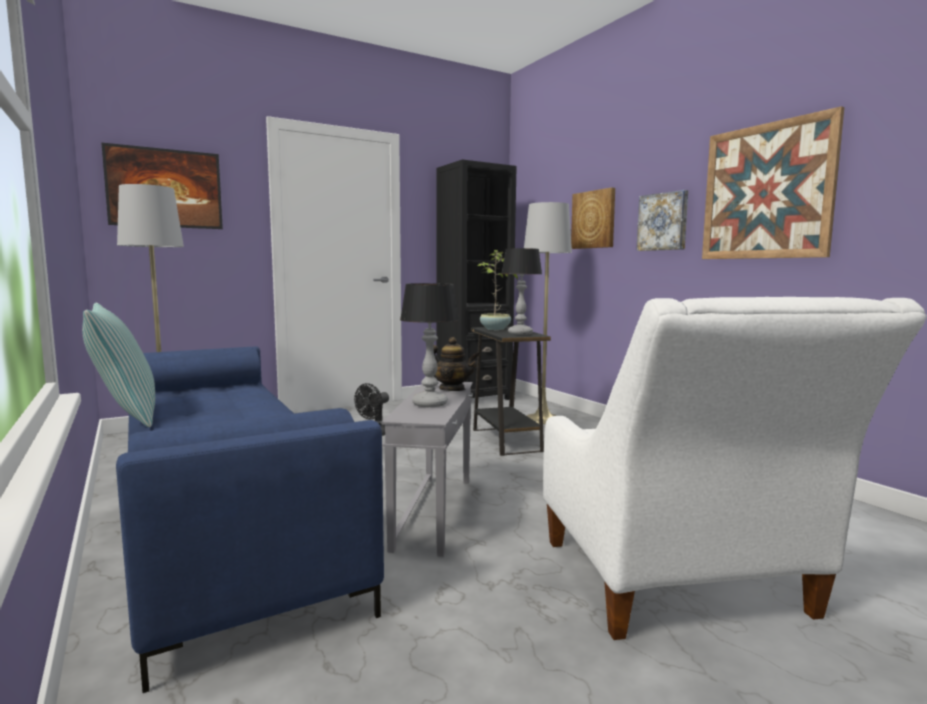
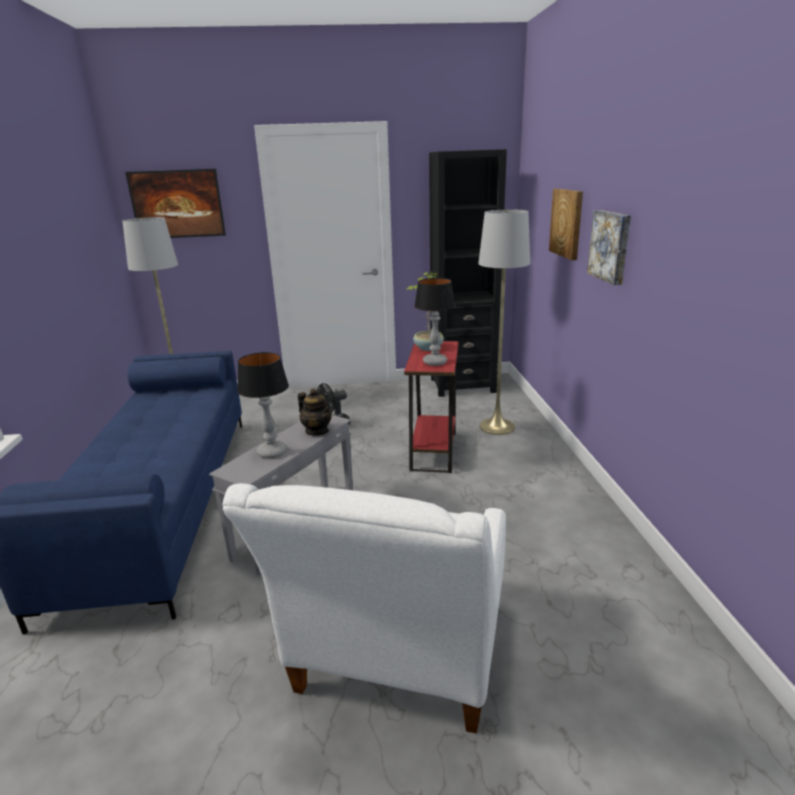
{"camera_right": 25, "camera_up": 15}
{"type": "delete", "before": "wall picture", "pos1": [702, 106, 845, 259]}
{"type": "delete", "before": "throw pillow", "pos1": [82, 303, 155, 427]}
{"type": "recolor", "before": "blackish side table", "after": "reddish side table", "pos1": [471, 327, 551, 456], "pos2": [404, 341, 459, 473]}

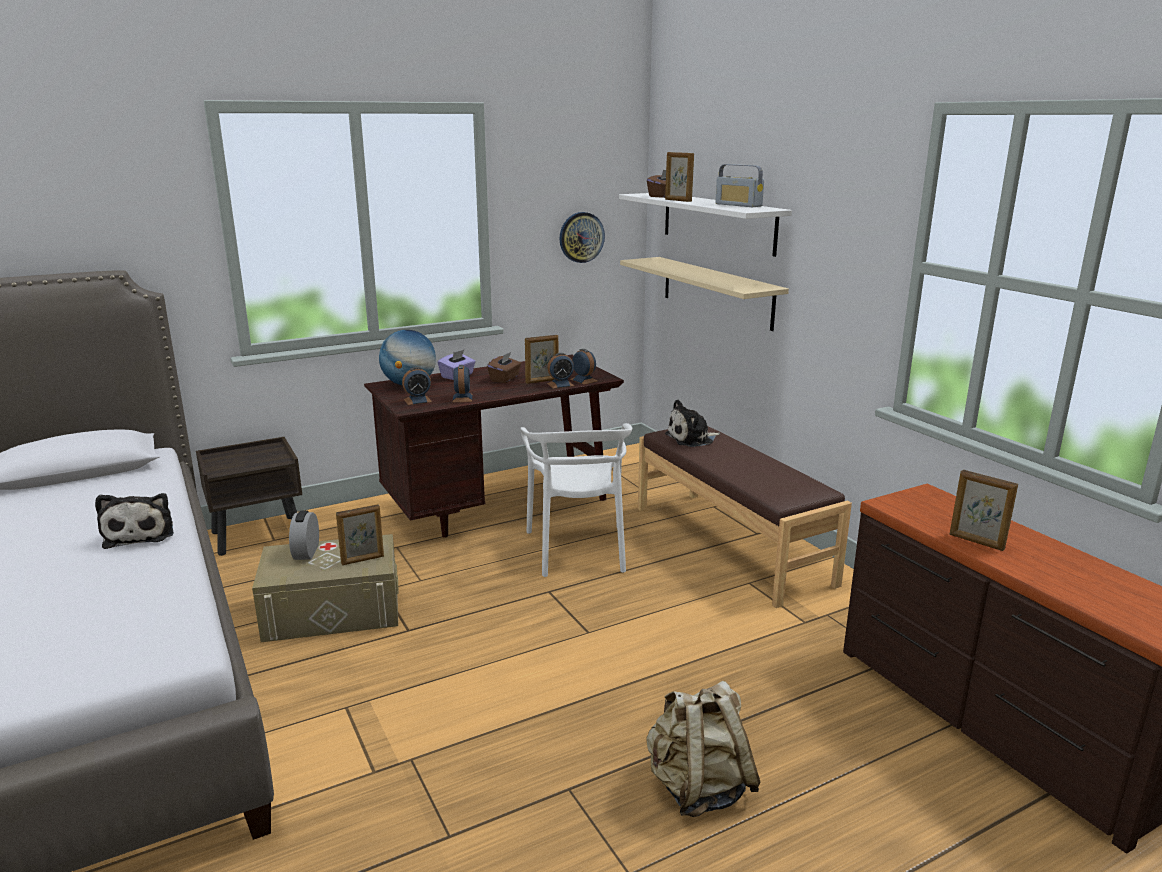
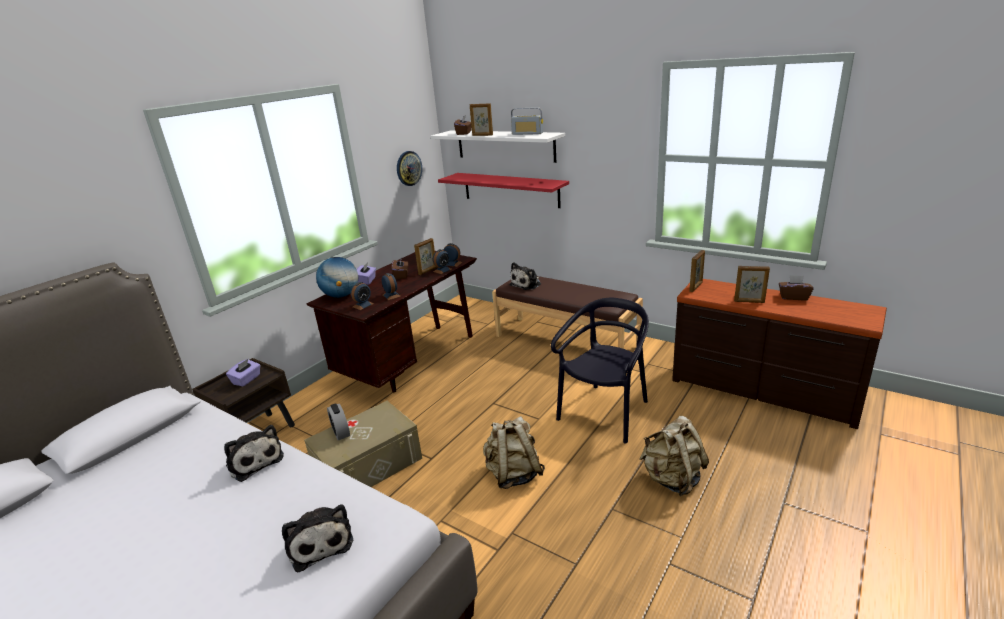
{"camera_right": -25, "camera_up": 5}
{"type": "recolor", "before": "sand-coloured shelf", "after": "reddish shelf", "pos1": [620, 257, 789, 331], "pos2": [438, 173, 569, 208]}
{"type": "delete", "before": "white plain chair", "pos1": [520, 423, 632, 577]}
{"type": "move", "before": "picture frame", "pos1": [336, 504, 384, 565], "pos2": [689, 250, 705, 292]}
{"type": "insert", "after": "brownish tissue holder", "pos2": [779, 275, 814, 300]}
{"type": "insert", "after": "blackish plain chair", "pos2": [551, 298, 649, 443]}
{"type": "insert", "after": "purple-coloured tissue holder", "pos2": [226, 359, 261, 386]}
{"type": "insert", "after": "sand-coloured knapsack", "pos2": [483, 416, 545, 489]}
{"type": "insert", "after": "cuddly toy", "pos2": [282, 504, 353, 572]}

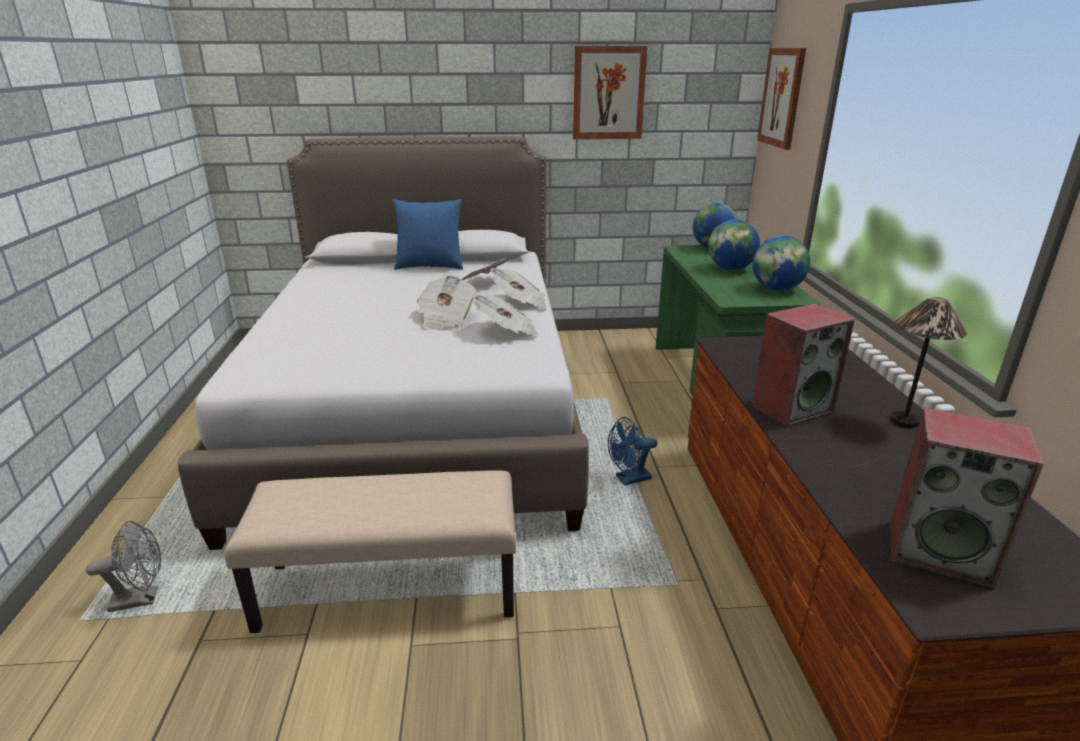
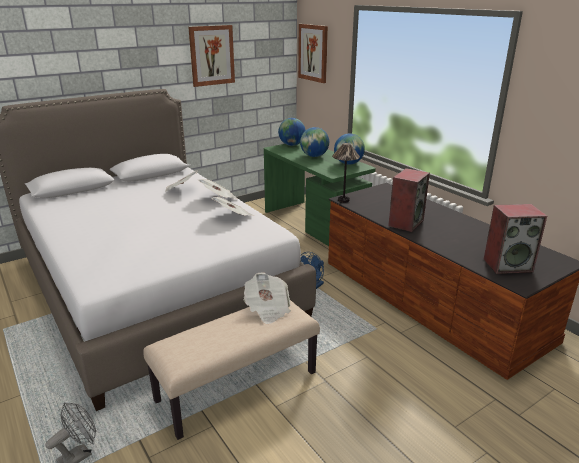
{"camera_right": -30, "camera_up": 0}
{"type": "delete", "before": "blue-coloured throw pillow", "pos1": [392, 199, 463, 270]}
{"type": "move", "before": "daily paper", "pos1": [417, 275, 477, 330], "pos2": [244, 272, 291, 324]}
{"type": "move", "before": "table lamp", "pos1": [891, 297, 967, 428], "pos2": [332, 143, 360, 202]}

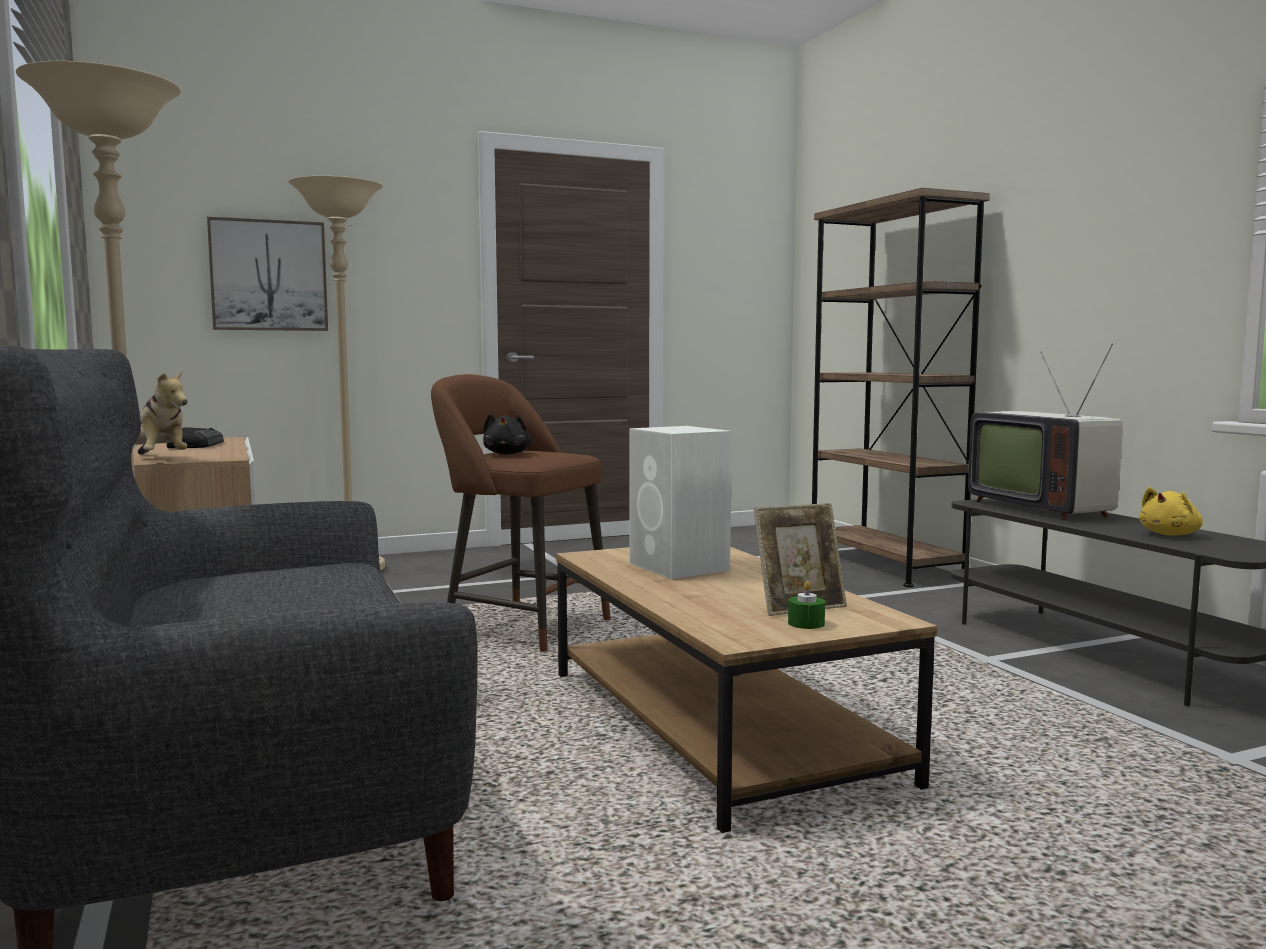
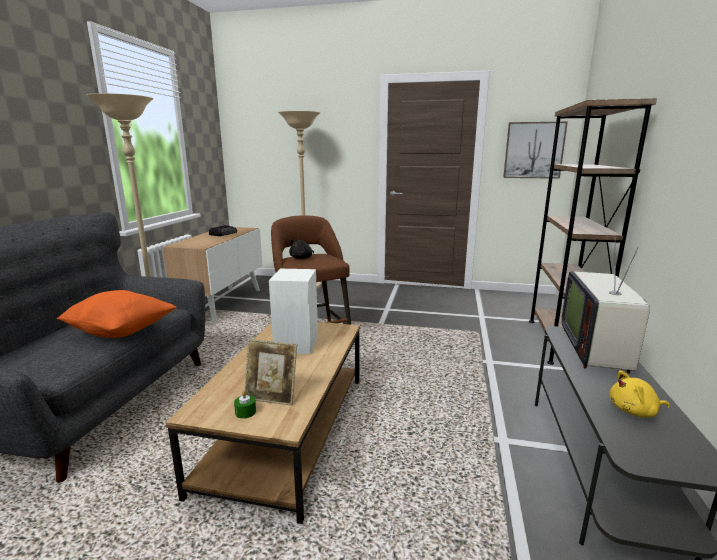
{"camera_right": 35, "camera_up": 10}
{"type": "move", "before": "wall picture", "pos1": [207, 217, 328, 331], "pos2": [503, 122, 568, 179]}
{"type": "delete", "before": "cuddly toy", "pos1": [135, 371, 188, 455]}
{"type": "insert", "after": "orange-coloured throw pillow", "pos2": [57, 290, 177, 338]}

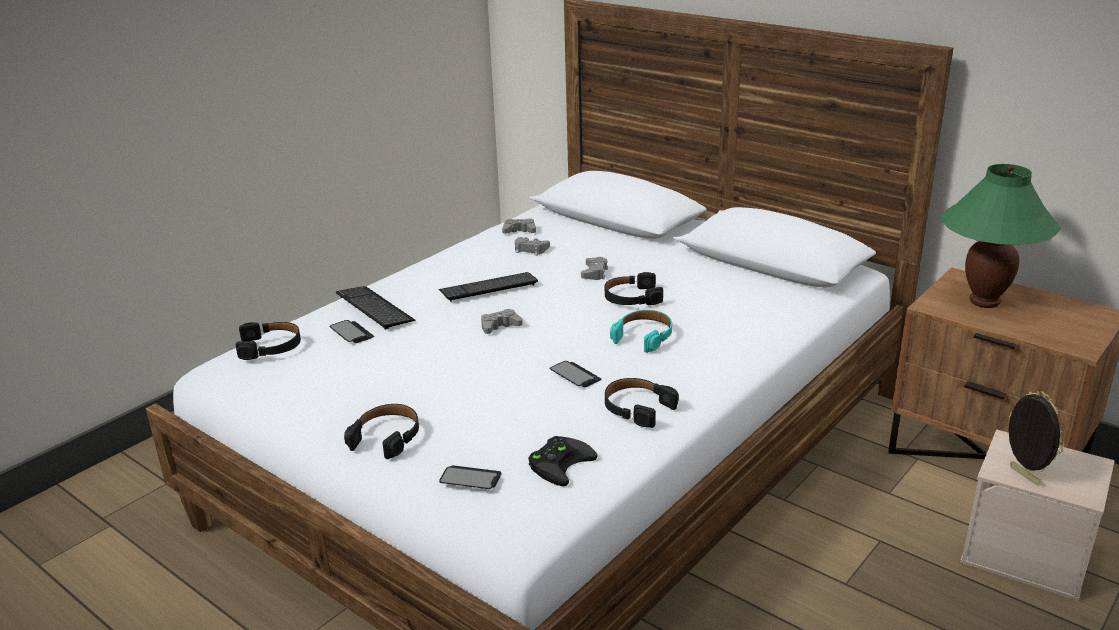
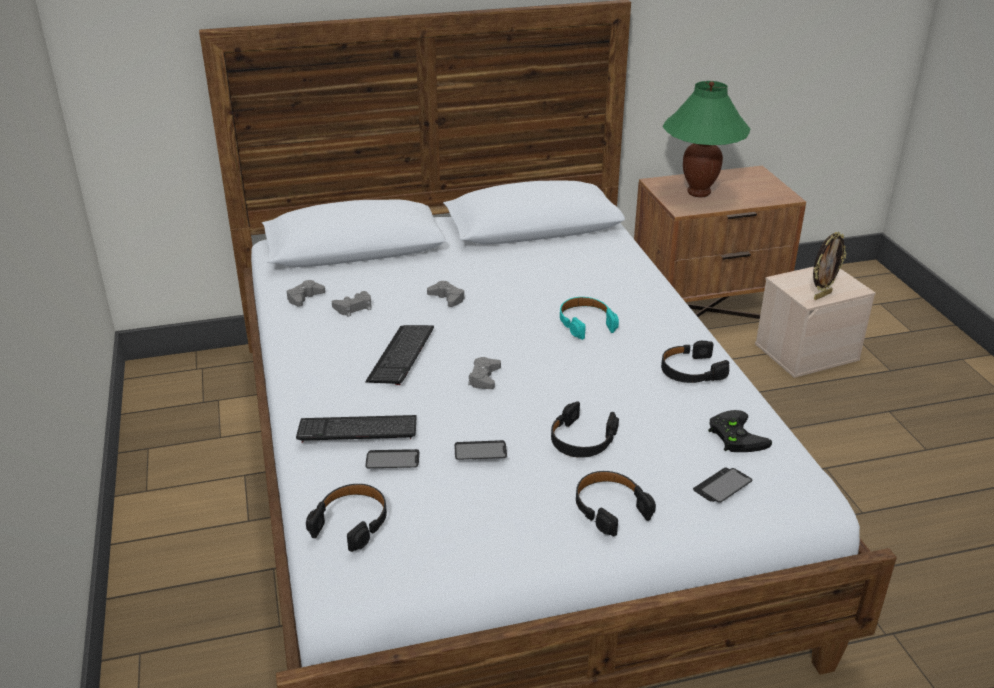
{"camera_right": -55, "camera_up": 5}
{"type": "move", "before": "blackish pair of headphones", "pos1": [605, 272, 663, 305], "pos2": [551, 401, 619, 458]}
{"type": "move", "before": "telephone", "pos1": [550, 361, 601, 387], "pos2": [454, 440, 507, 460]}
{"type": "rotate", "before": "picture frame", "pos1": [1009, 391, 1065, 486], "pos2": [813, 232, 846, 300], "turn": 135}

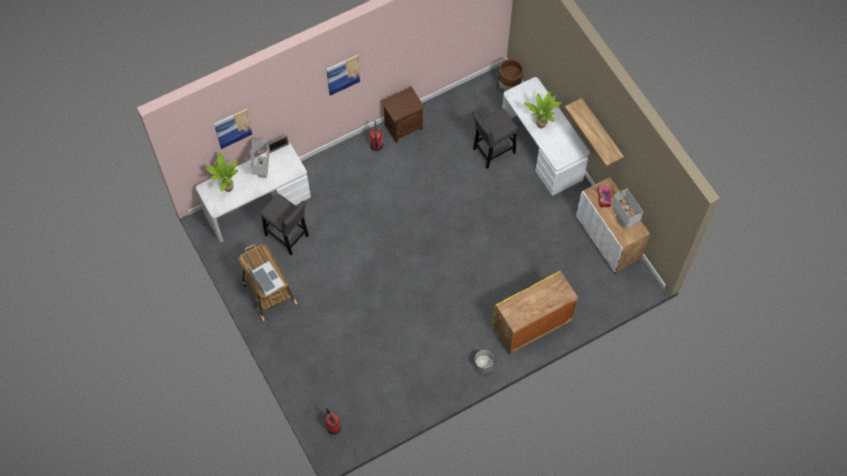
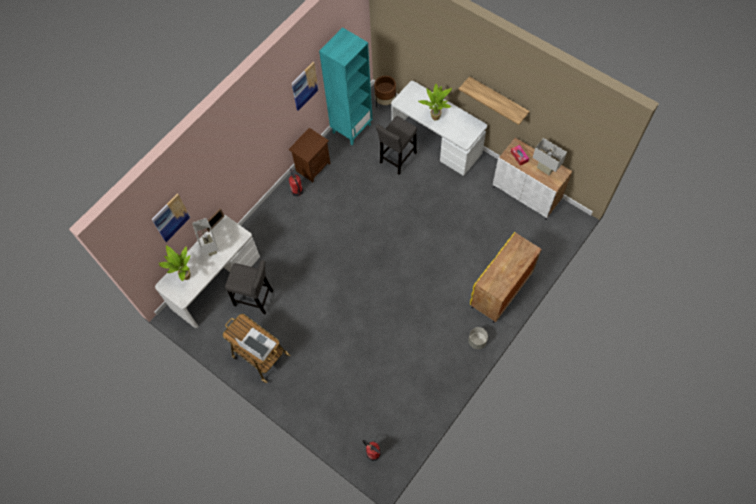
{"camera_right": -20, "camera_up": 0}
{"type": "move", "before": "wall picture", "pos1": [326, 54, 361, 96], "pos2": [291, 62, 319, 111]}
{"type": "insert", "after": "turquoise-coloured bookcase", "pos2": [319, 27, 372, 145]}

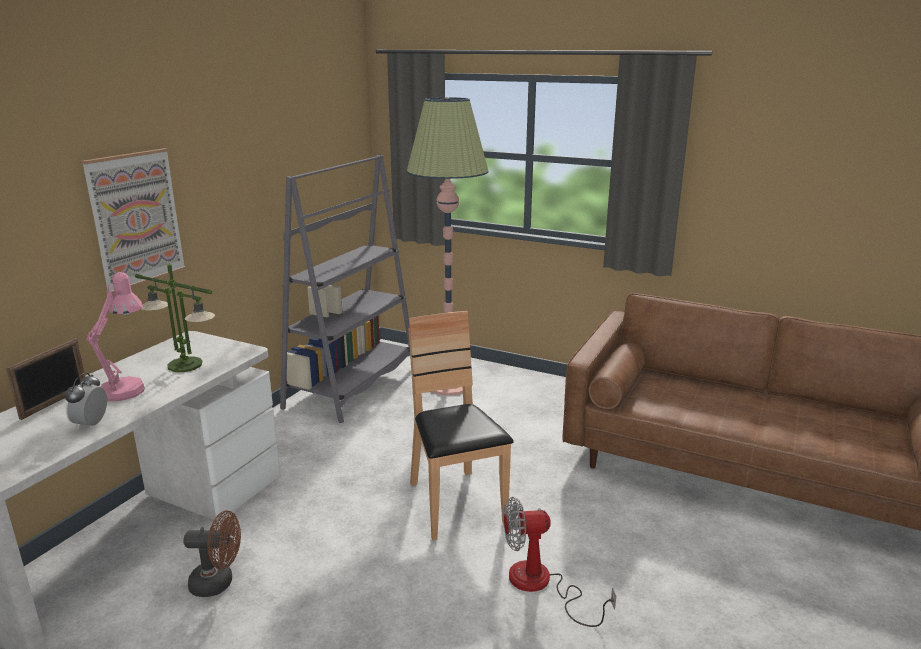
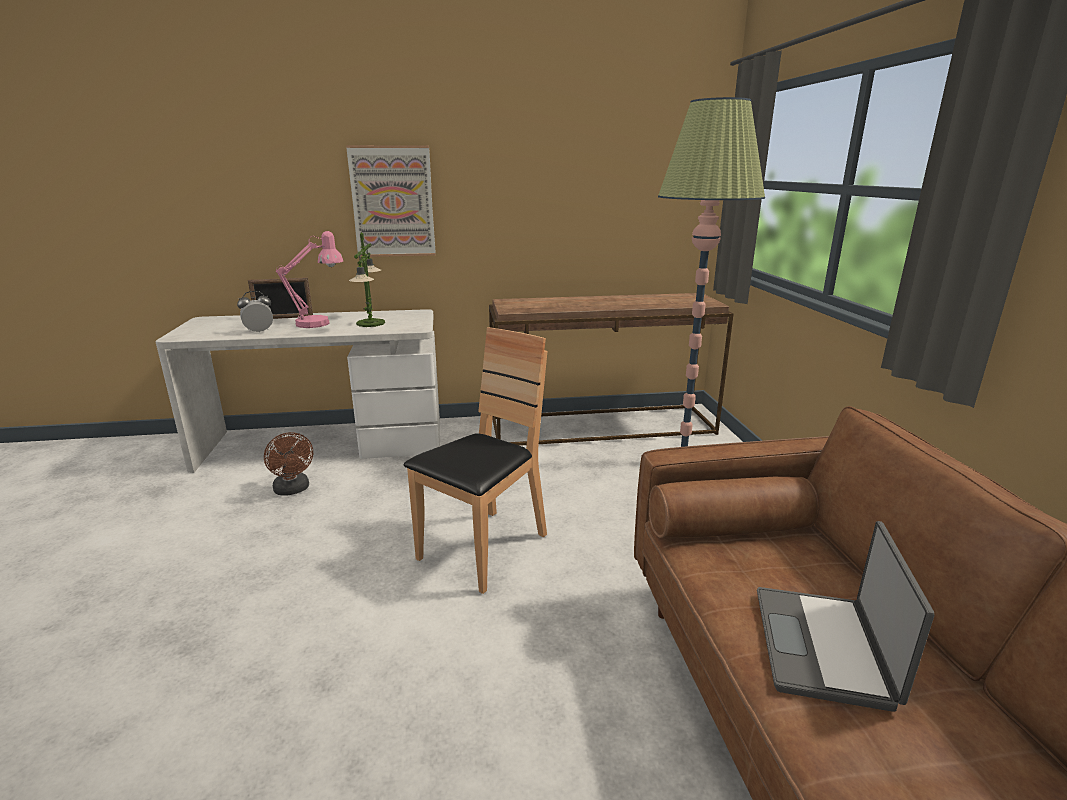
{"camera_right": 55, "camera_up": 0}
{"type": "replace", "before": "gray bookcase", "after": "brownish console table", "pos1": [279, 155, 410, 423], "pos2": [489, 293, 734, 446]}
{"type": "delete", "before": "electric fan", "pos1": [504, 497, 616, 627]}
{"type": "insert", "after": "notebook computer", "pos2": [757, 521, 934, 712]}

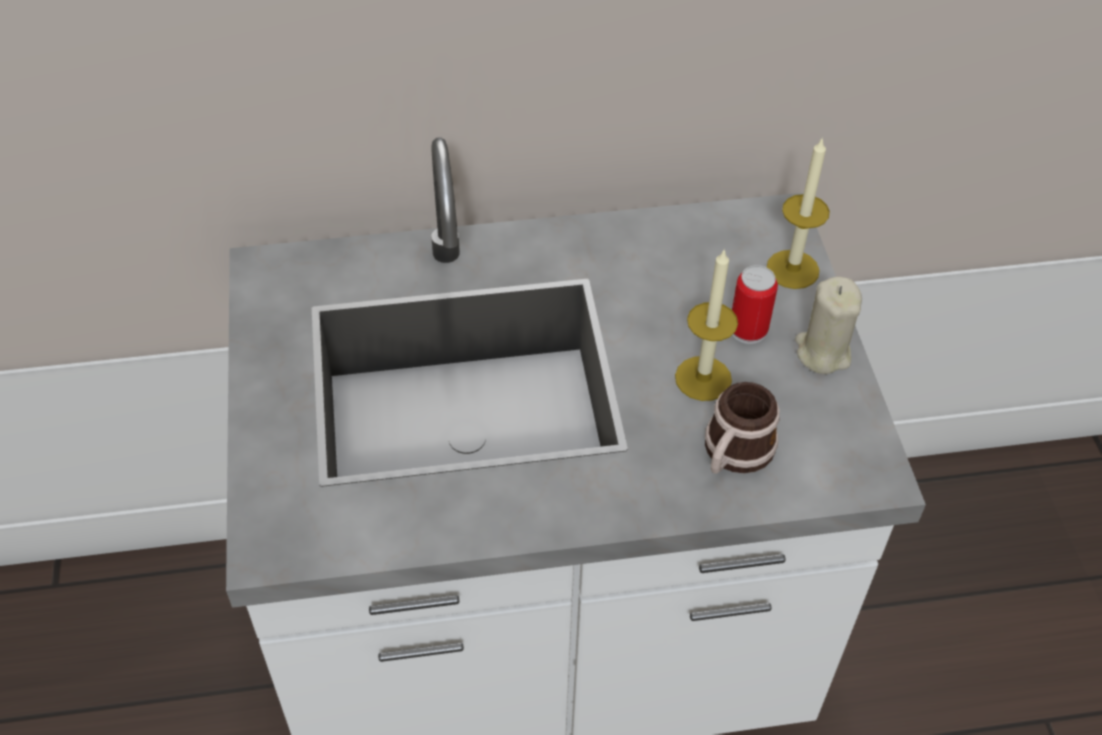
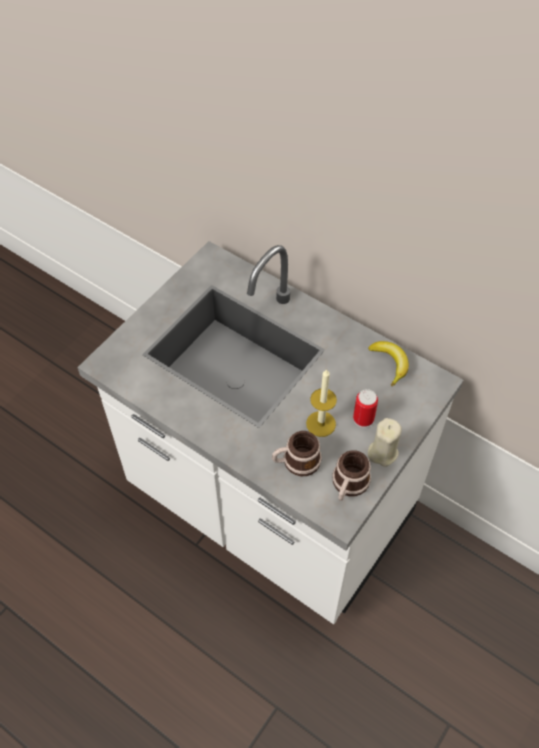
{"camera_right": 45, "camera_up": 5}
{"type": "delete", "before": "candle", "pos1": [767, 137, 830, 289]}
{"type": "insert", "after": "banana", "pos2": [368, 341, 409, 386]}
{"type": "insert", "after": "tea mug", "pos2": [332, 450, 371, 501]}

